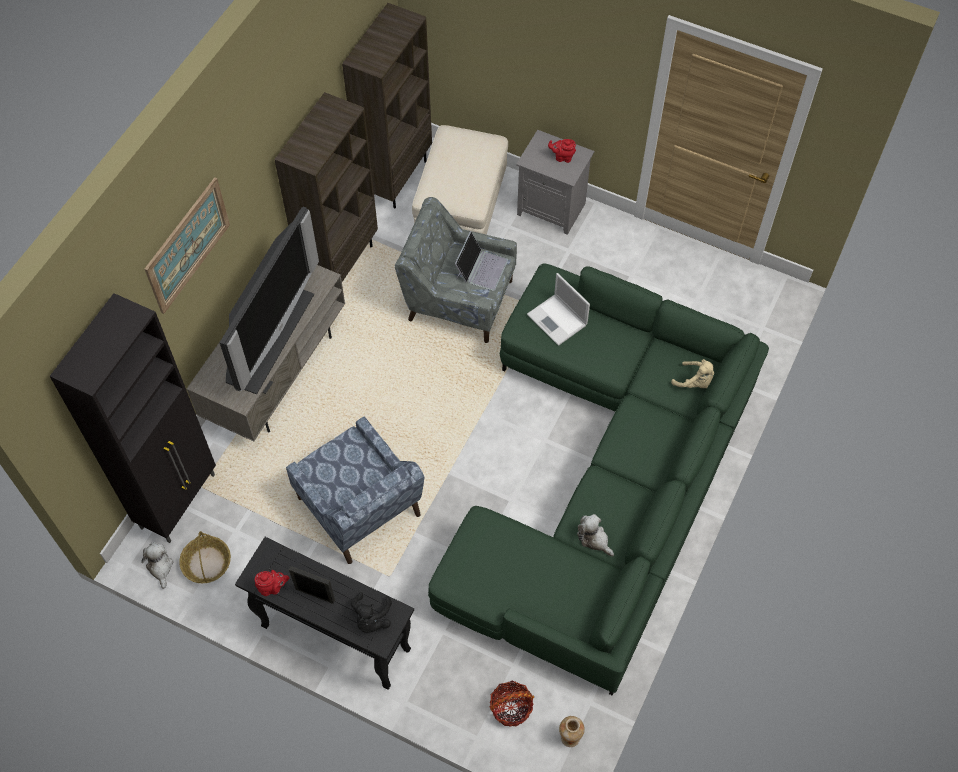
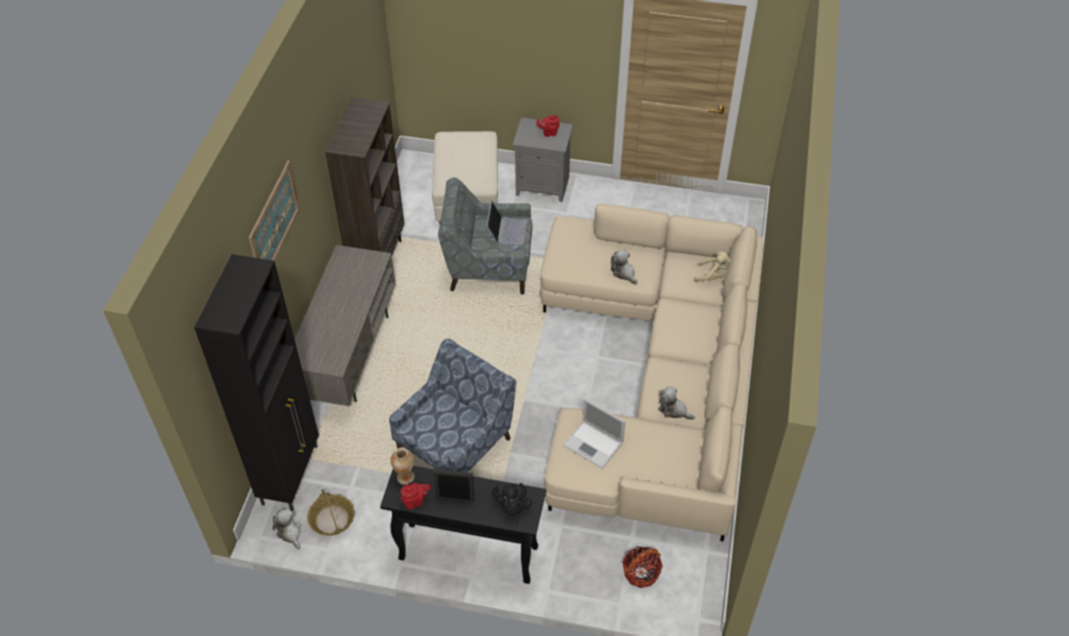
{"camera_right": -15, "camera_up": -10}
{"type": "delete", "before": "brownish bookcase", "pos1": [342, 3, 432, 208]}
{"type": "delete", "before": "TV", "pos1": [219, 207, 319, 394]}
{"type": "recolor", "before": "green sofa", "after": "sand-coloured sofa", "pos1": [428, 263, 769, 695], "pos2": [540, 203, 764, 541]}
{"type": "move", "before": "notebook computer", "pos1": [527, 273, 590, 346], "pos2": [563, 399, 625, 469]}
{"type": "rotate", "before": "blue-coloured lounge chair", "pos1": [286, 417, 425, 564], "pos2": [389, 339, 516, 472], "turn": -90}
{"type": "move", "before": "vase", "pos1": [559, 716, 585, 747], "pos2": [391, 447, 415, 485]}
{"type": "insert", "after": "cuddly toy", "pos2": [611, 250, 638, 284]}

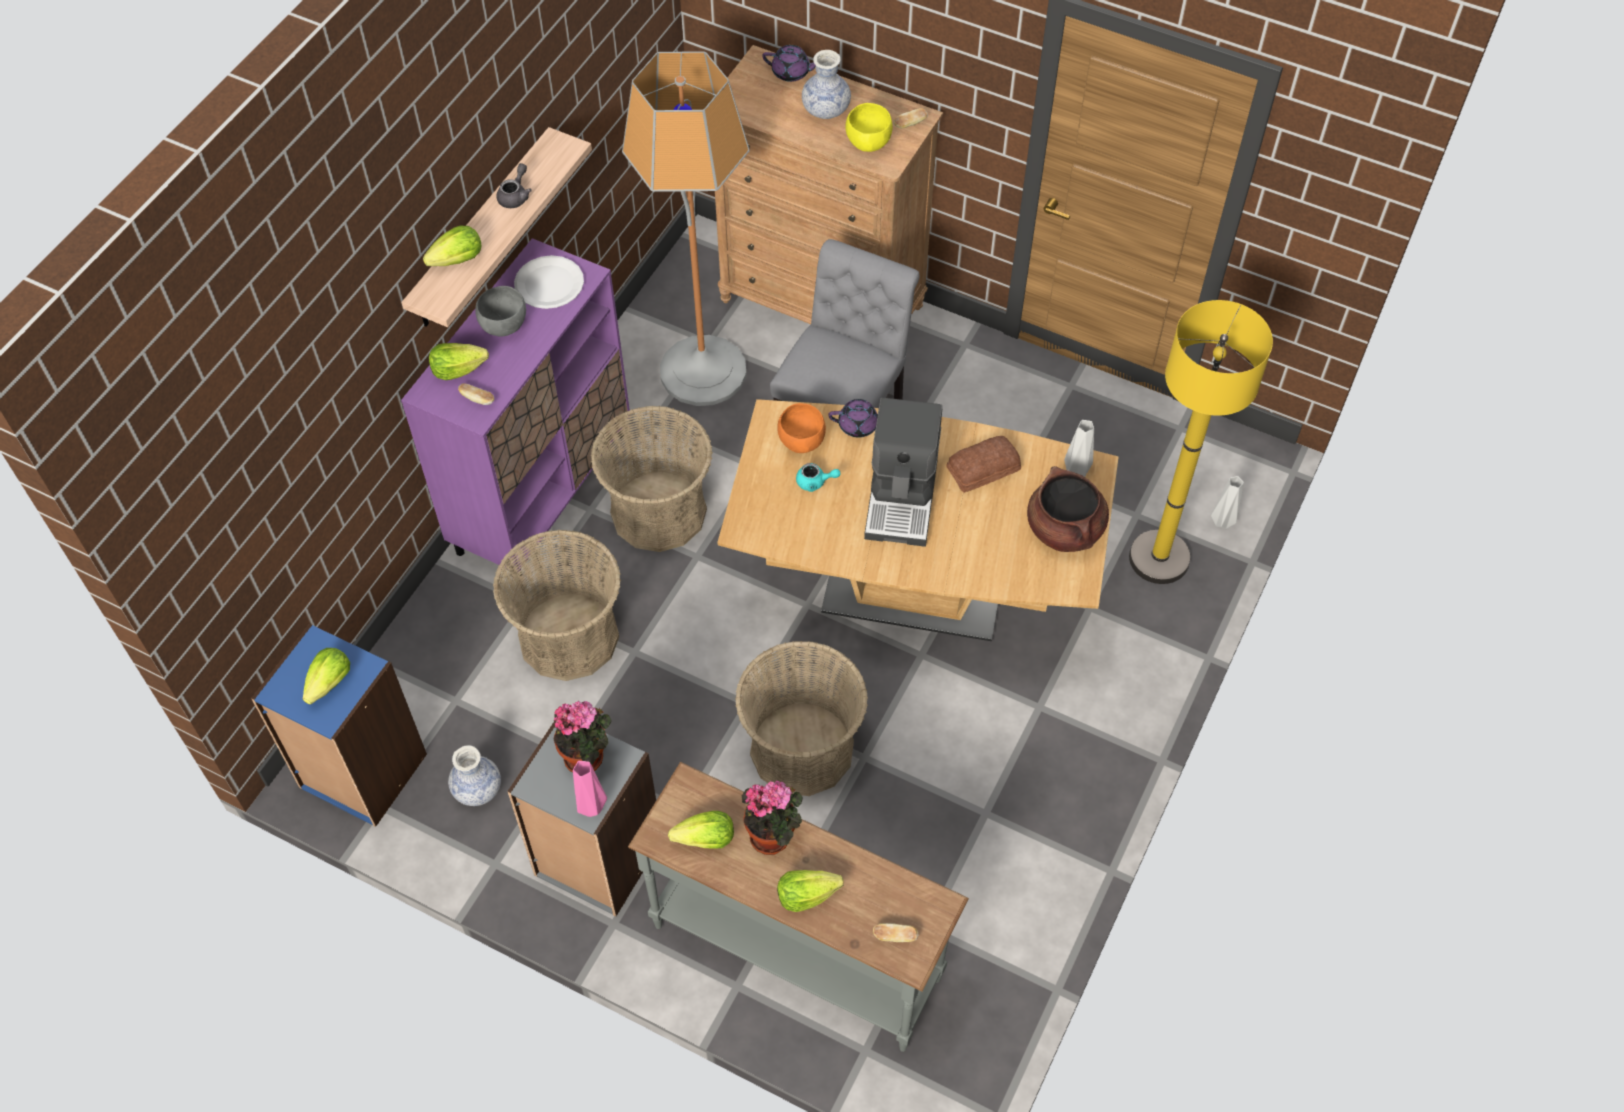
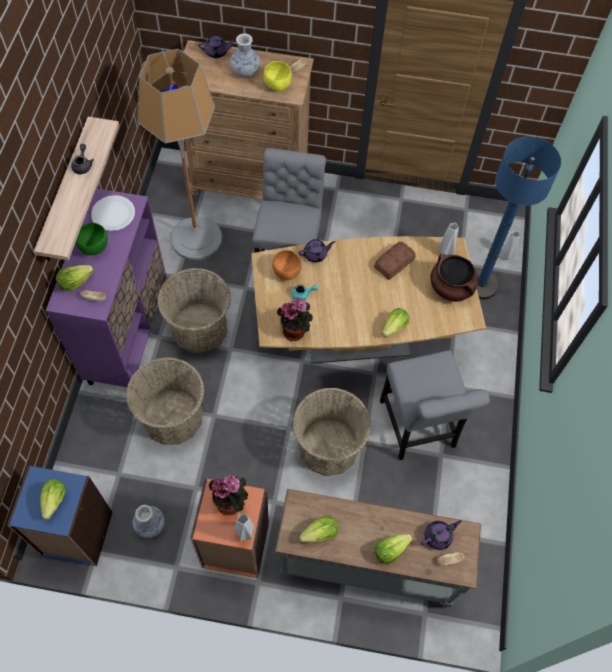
{"camera_right": -20, "camera_up": 5}
{"type": "move", "before": "head of lettuce", "pos1": [423, 226, 482, 266], "pos2": [382, 308, 409, 337]}
{"type": "recolor", "before": "gray bowl", "after": "green bowl", "pos1": [475, 286, 526, 337], "pos2": [76, 223, 108, 255]}
{"type": "recolor", "before": "yellowish standard lamp", "after": "blue-coloured standard lamp", "pos1": [1129, 300, 1273, 584], "pos2": [476, 136, 561, 300]}
{"type": "delete", "before": "coffee brewer", "pos1": [864, 398, 942, 547]}
{"type": "recolor", "before": "gray bookcase", "after": "orange-coloured bookcase", "pos1": [507, 721, 656, 916], "pos2": [190, 478, 269, 578]}
{"type": "recolor", "before": "pinkish vase", "after": "gray vase", "pos1": [573, 761, 607, 817], "pos2": [234, 513, 254, 541]}
{"type": "move", "before": "houseplant", "pos1": [742, 781, 803, 855], "pos2": [277, 297, 313, 341]}
{"type": "insert", "after": "gray plain chair", "pos2": [380, 350, 490, 460]}
{"type": "insert", "after": "purple-coloured tea pot", "pos2": [421, 520, 462, 550]}

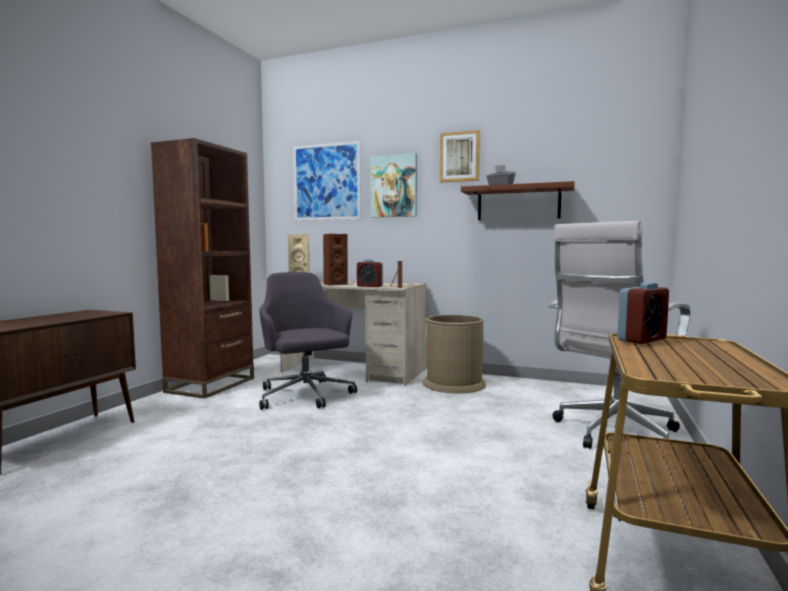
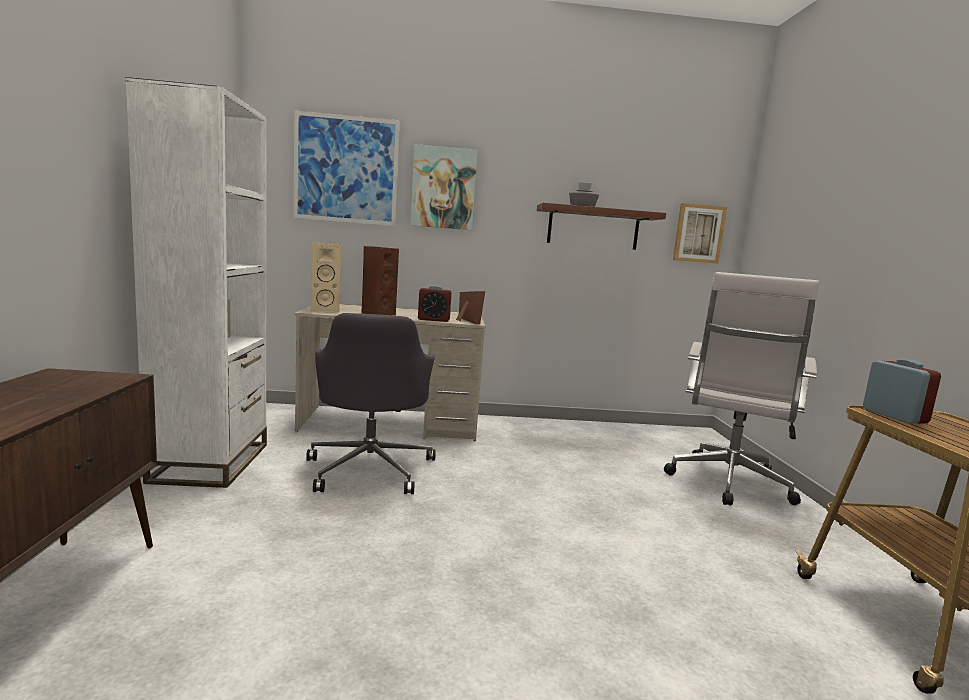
{"camera_right": -25, "camera_up": 5}
{"type": "move", "before": "wall picture", "pos1": [440, 130, 480, 182], "pos2": [673, 203, 727, 264]}
{"type": "recolor", "before": "brownish bookcase", "after": "white bookcase", "pos1": [151, 138, 254, 399], "pos2": [125, 77, 267, 488]}
{"type": "rotate", "before": "gray office chair", "pos1": [259, 272, 357, 410], "pos2": [306, 313, 436, 494], "turn": -135}
{"type": "rotate", "before": "table clock", "pos1": [617, 282, 669, 344], "pos2": [863, 359, 941, 424], "turn": -45}
{"type": "delete", "before": "brownish trash can", "pos1": [423, 315, 486, 394]}

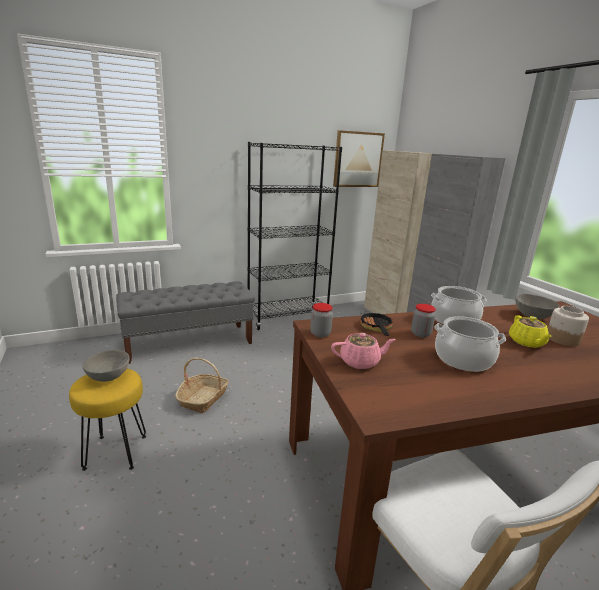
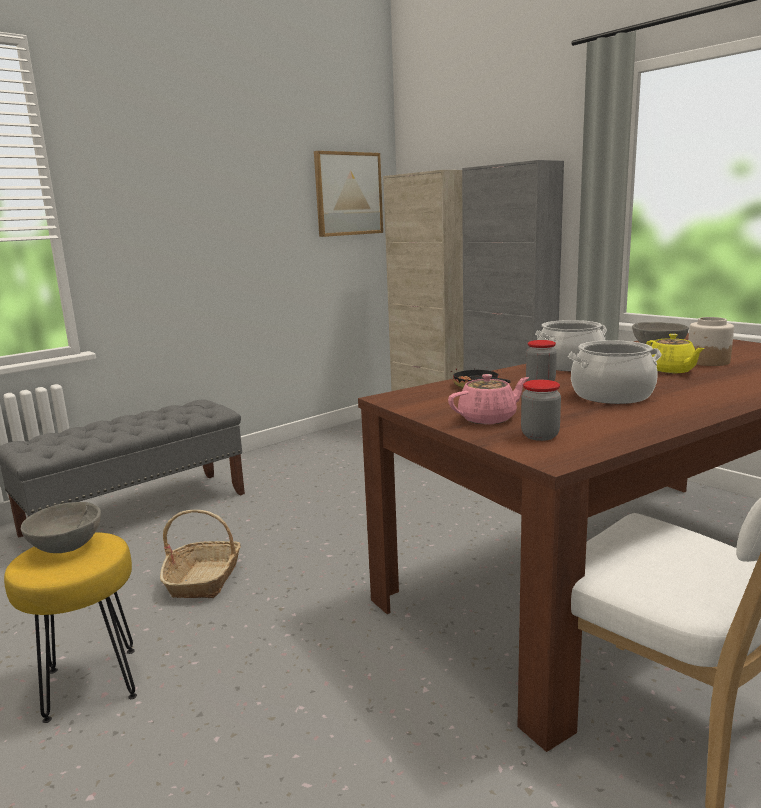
{"camera_right": -15, "camera_up": -5}
{"type": "delete", "before": "blackish bookcase", "pos1": [247, 142, 342, 330]}
{"type": "move", "before": "jar", "pos1": [310, 303, 333, 338], "pos2": [521, 380, 561, 441]}

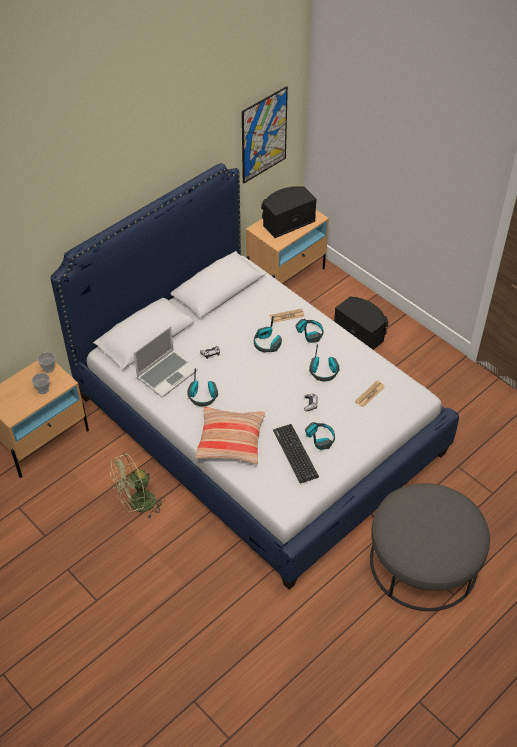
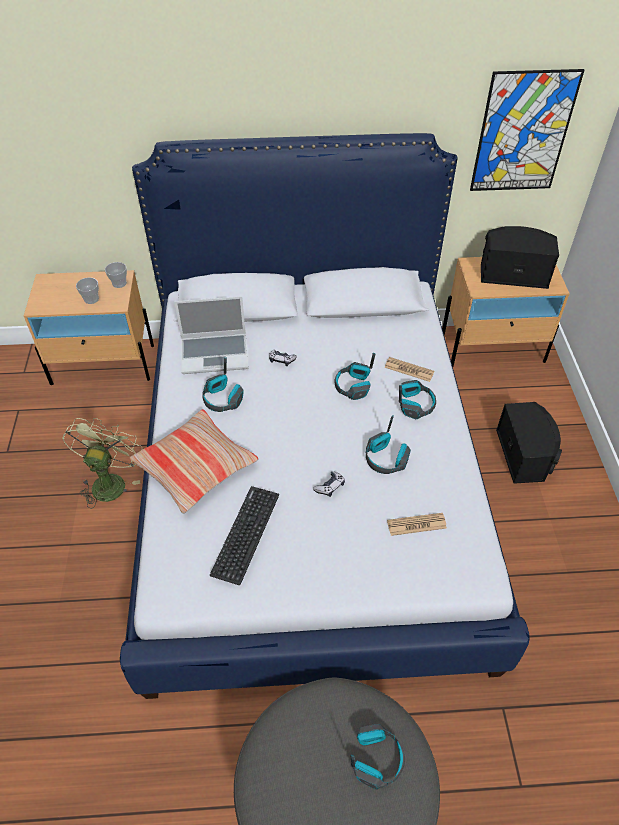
{"camera_right": 40, "camera_up": 0}
{"type": "move", "before": "pair of headphones", "pos1": [305, 422, 335, 450], "pos2": [350, 724, 405, 789]}
{"type": "rotate", "before": "green electric fan", "pos1": [110, 453, 165, 518], "pos2": [62, 418, 142, 509], "turn": 90}

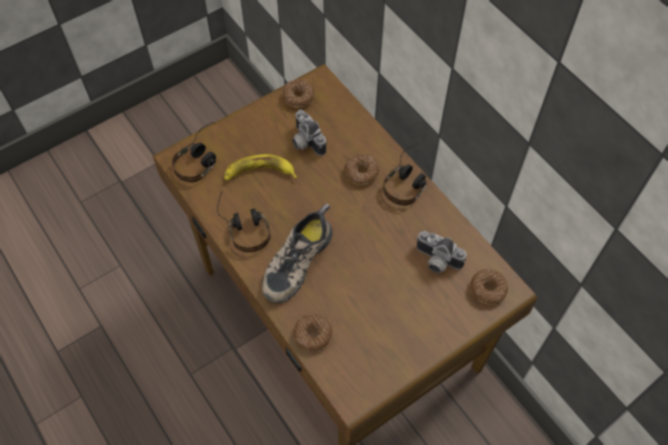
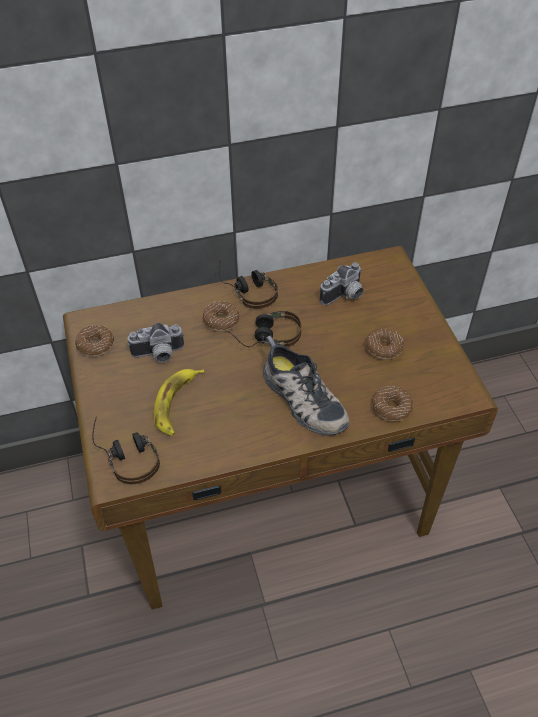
{"camera_right": -70, "camera_up": -10}
{"type": "move", "before": "pair of headphones", "pos1": [217, 192, 271, 252], "pos2": [228, 311, 301, 347]}
{"type": "move", "before": "ring doughnut", "pos1": [470, 269, 508, 304], "pos2": [366, 328, 404, 360]}

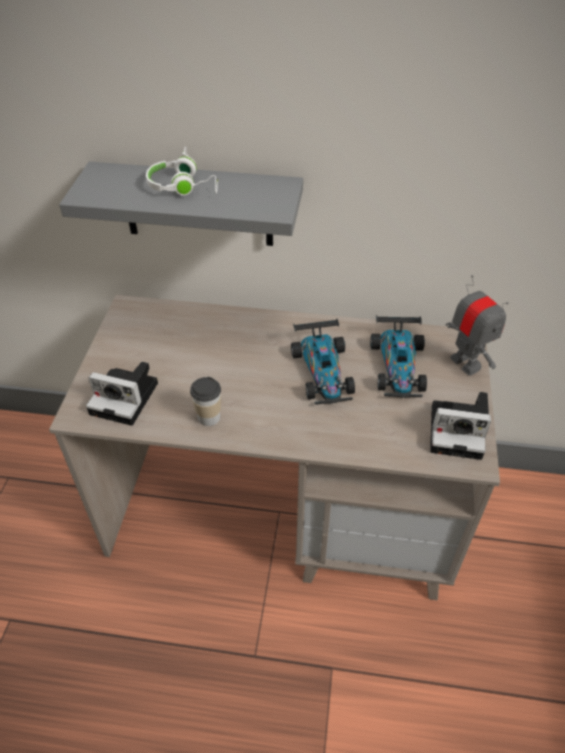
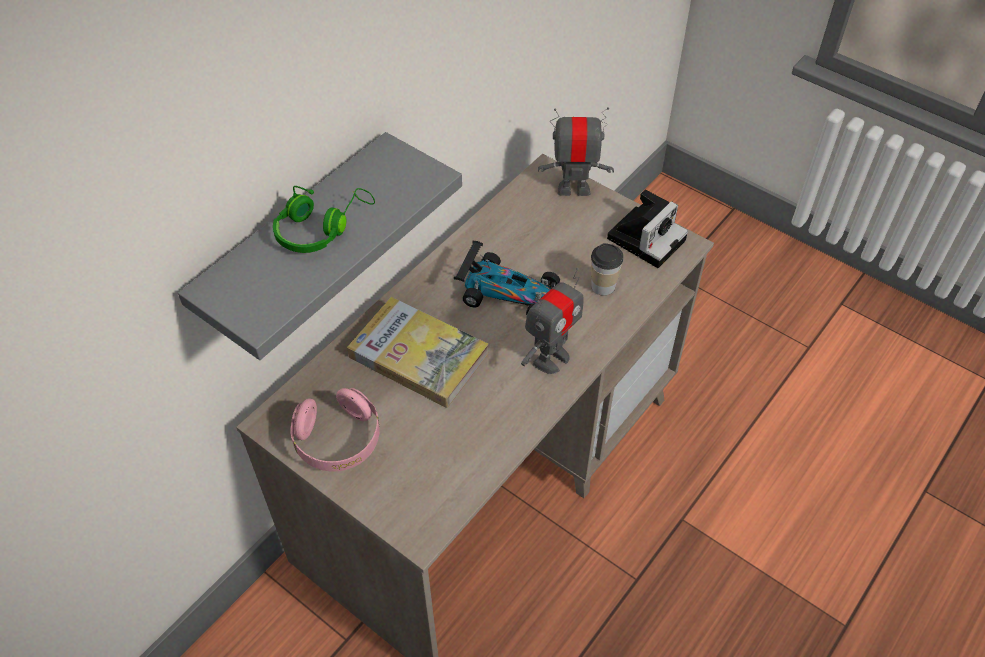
{"camera_right": -60, "camera_up": 5}
{"type": "recolor", "before": "white pair of headphones", "after": "green pair of headphones", "pos1": [146, 147, 218, 196], "pos2": [273, 186, 375, 253]}
{"type": "delete", "before": "miniature car", "pos1": [370, 315, 427, 398]}
{"type": "delete", "before": "still camera", "pos1": [86, 362, 158, 426]}
{"type": "move", "before": "cup", "pos1": [190, 377, 221, 426], "pos2": [591, 243, 623, 296]}
{"type": "insert", "after": "robot figure", "pos2": [521, 268, 584, 374]}
{"type": "insert", "after": "volume", "pos2": [347, 297, 489, 408]}
{"type": "insert", "after": "pinkish pair of headphones", "pos2": [290, 388, 380, 471]}

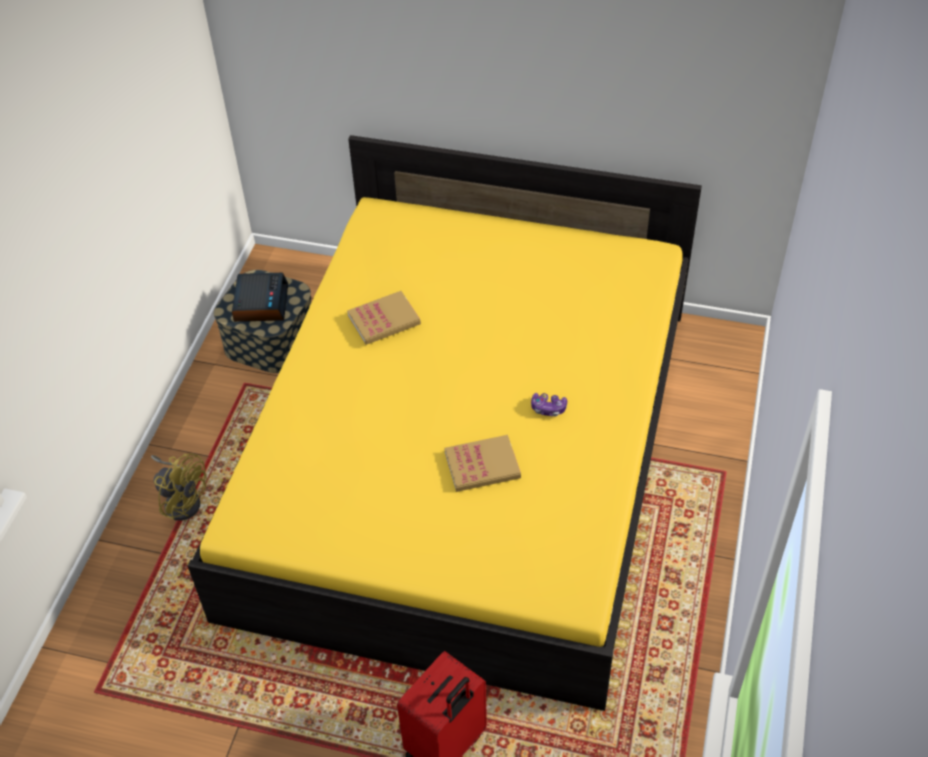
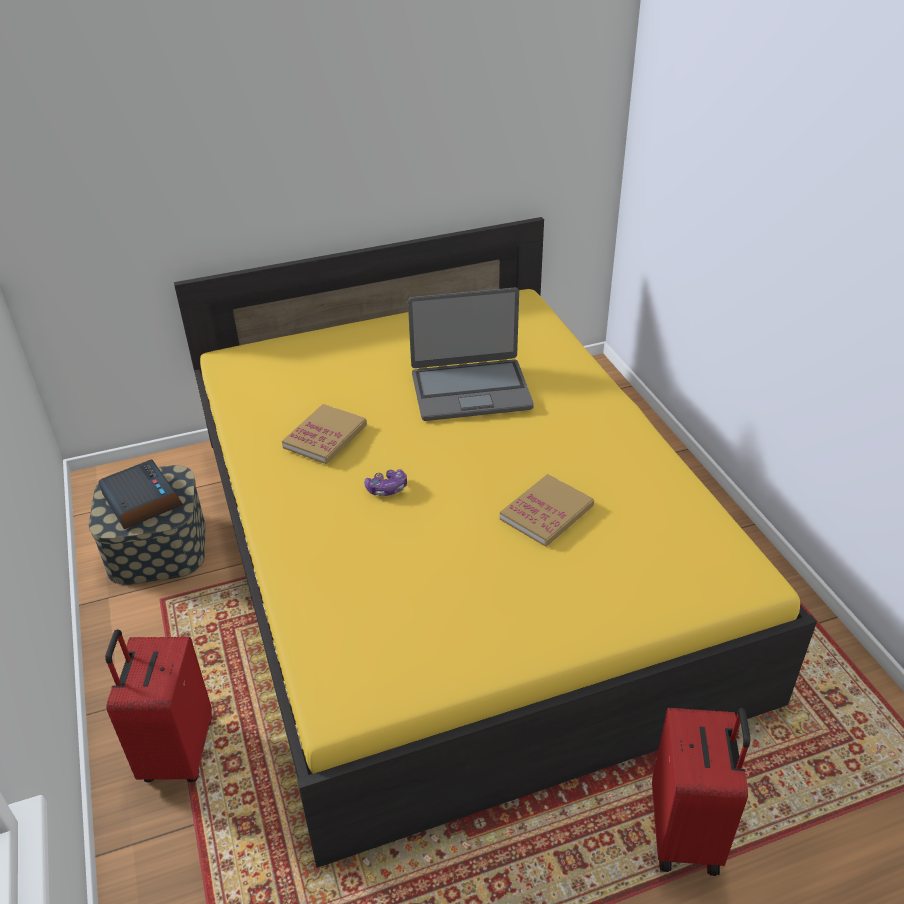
{"camera_right": -35, "camera_up": -10}
{"type": "move", "before": "joypad", "pos1": [531, 393, 567, 416], "pos2": [364, 469, 407, 496]}
{"type": "replace", "before": "yellowish electric fan", "after": "reddish suitcase", "pos1": [151, 454, 207, 521], "pos2": [105, 630, 212, 782]}
{"type": "insert", "after": "notebook computer", "pos2": [408, 288, 534, 421]}

